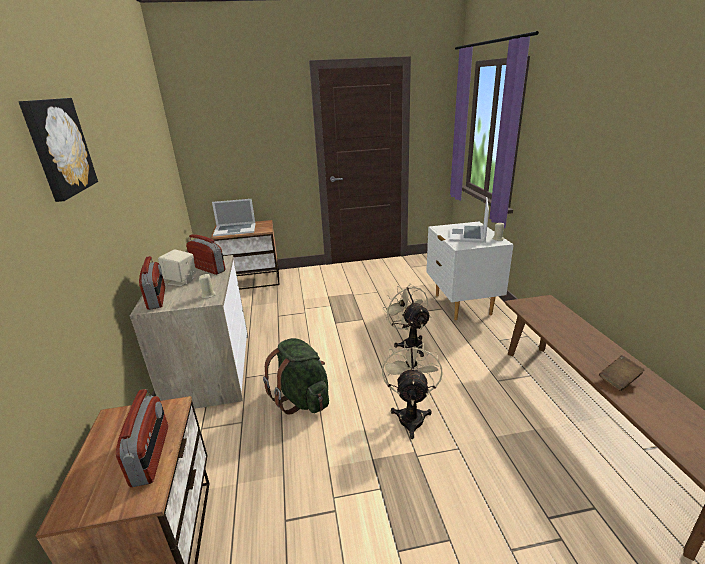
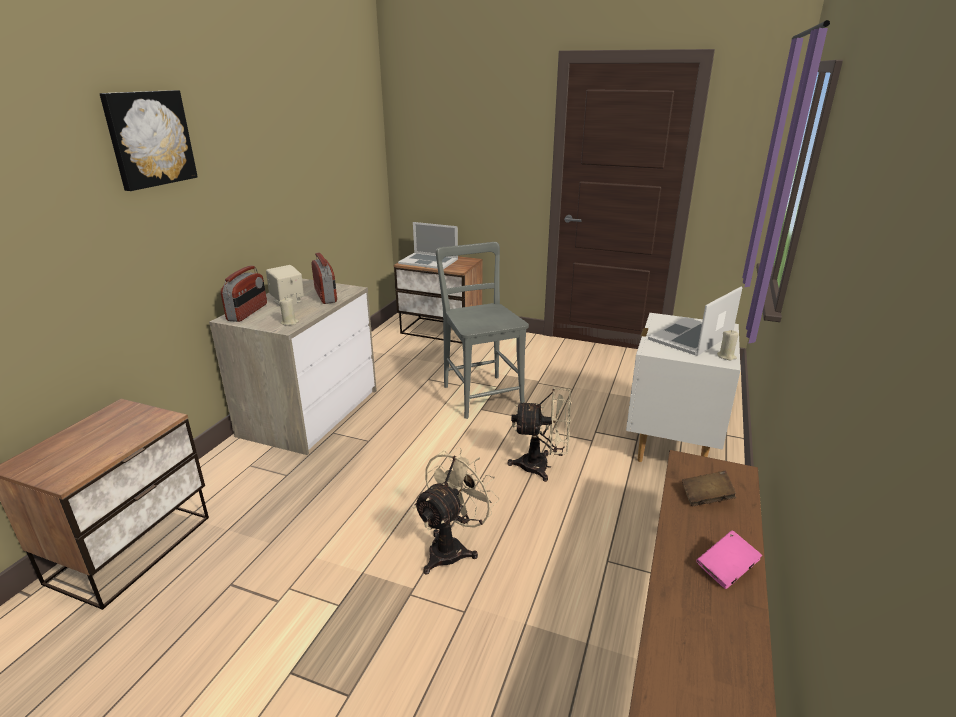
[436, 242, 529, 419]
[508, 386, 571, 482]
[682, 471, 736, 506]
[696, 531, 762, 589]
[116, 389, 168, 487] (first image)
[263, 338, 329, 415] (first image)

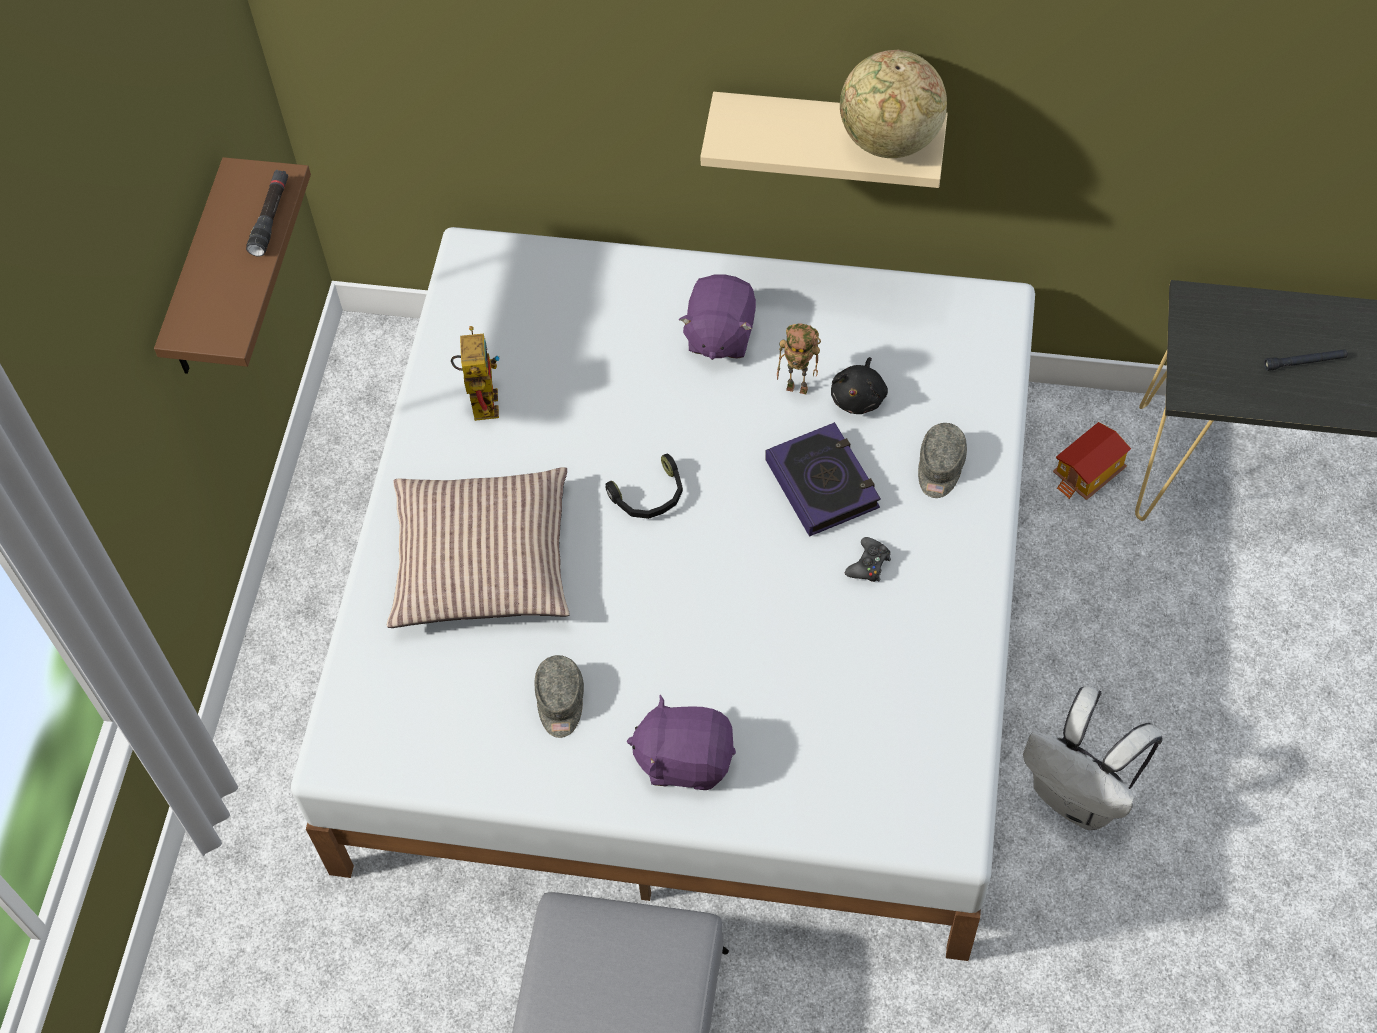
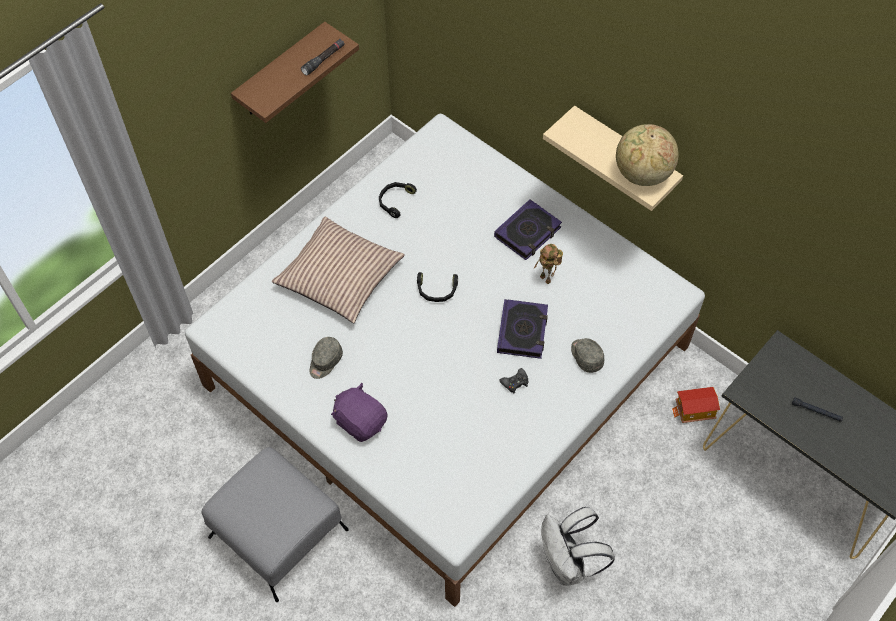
[379, 182, 417, 218]
[494, 199, 562, 260]
[571, 338, 604, 373]
[831, 357, 888, 414] (first image)

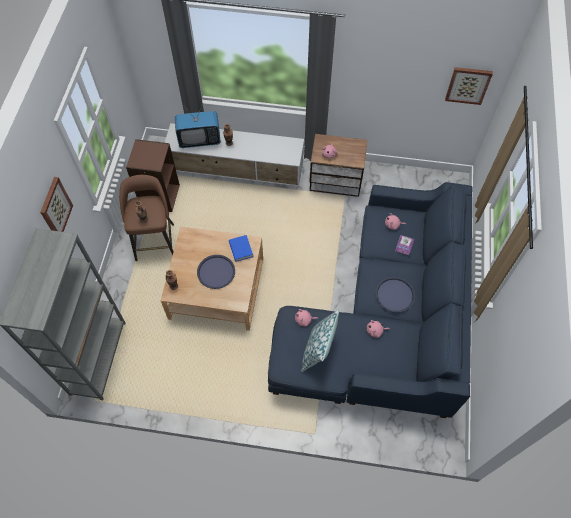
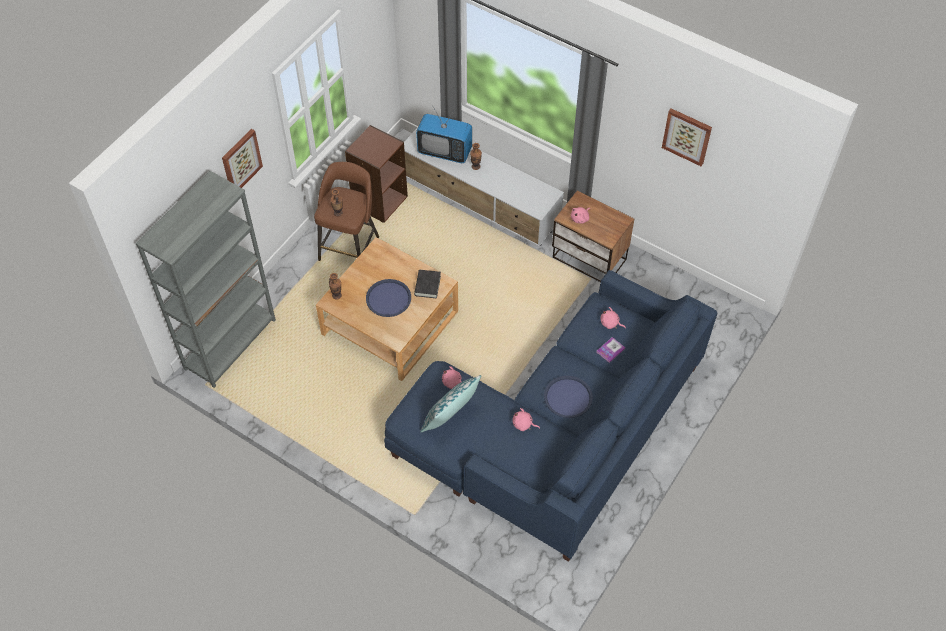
[414, 270, 441, 299]
[662, 108, 712, 166]

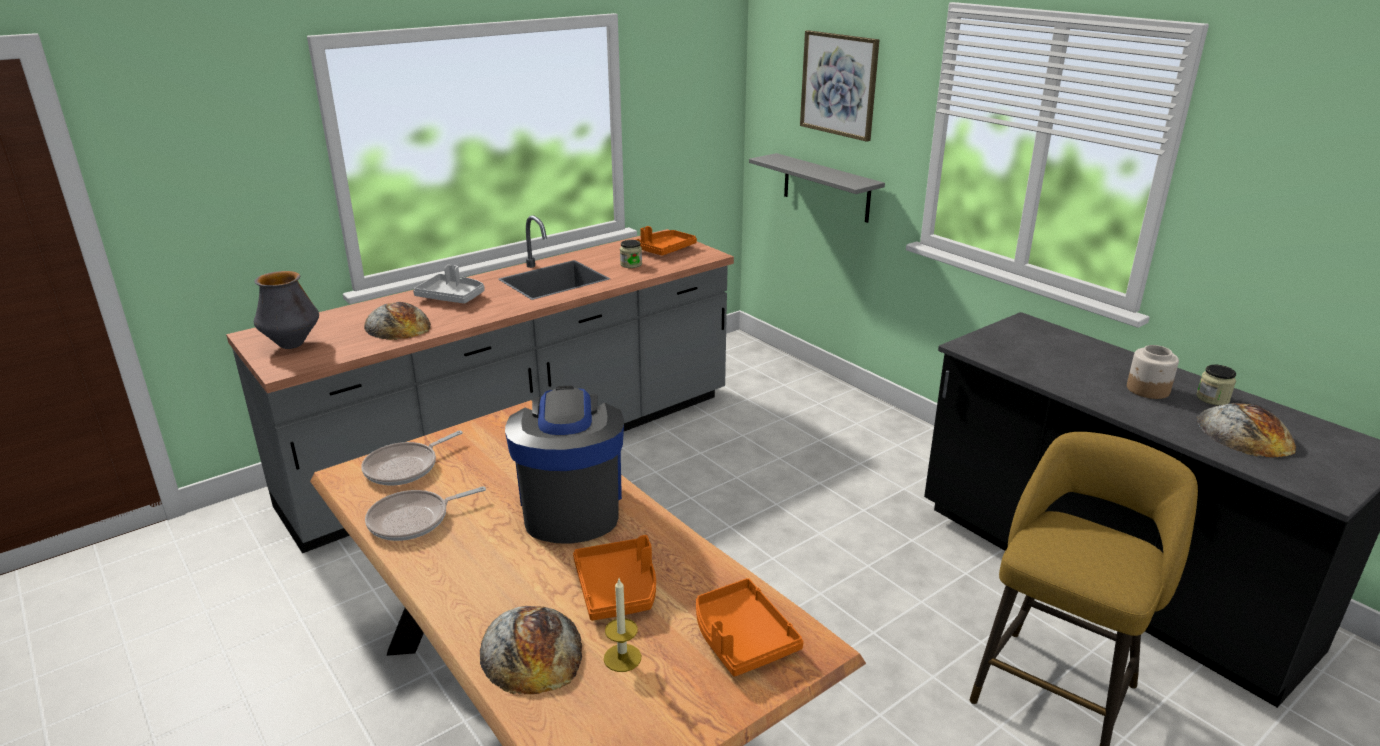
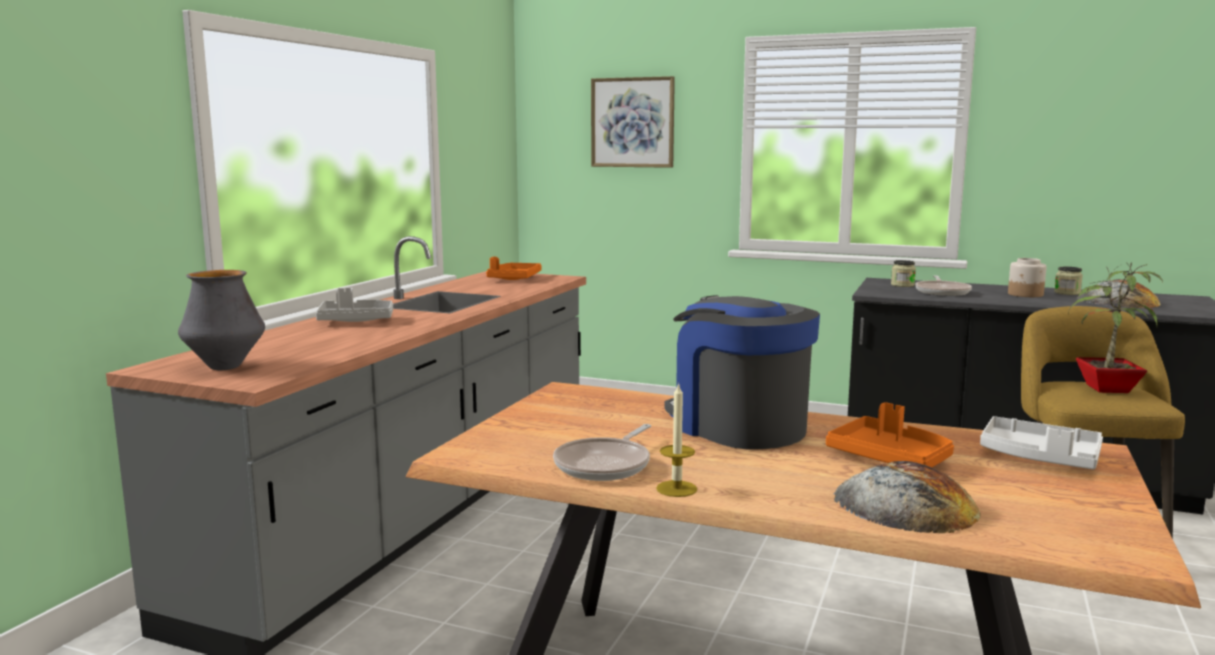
[656, 382, 697, 497]
[891, 260, 916, 287]
[915, 276, 972, 296]
[980, 416, 1103, 469]
[1068, 262, 1163, 393]
[364, 302, 431, 340] (first image)
[749, 153, 885, 223] (first image)

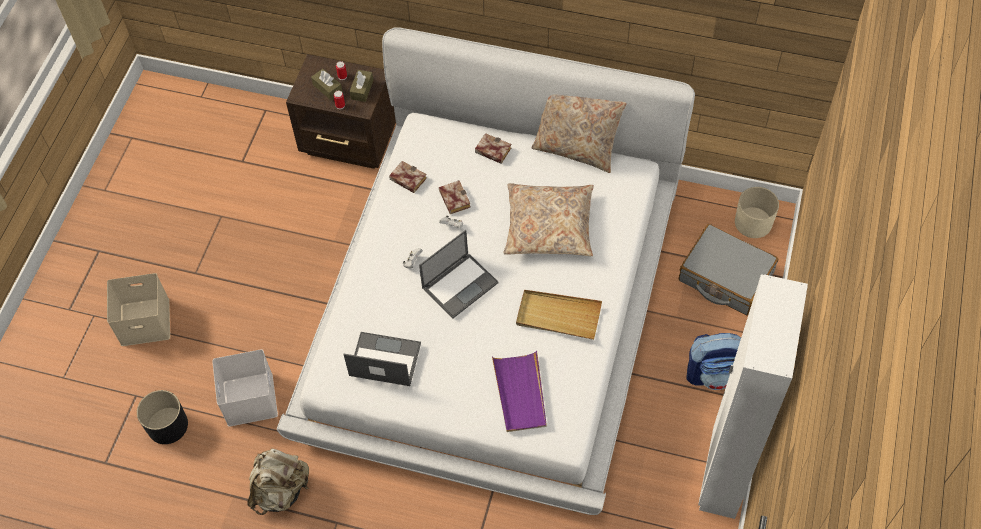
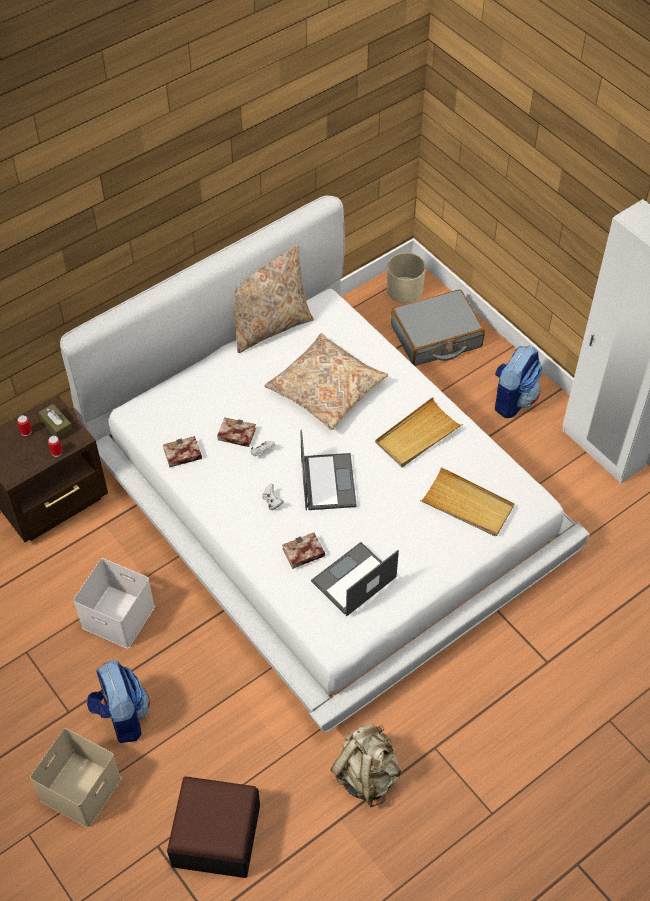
[73, 558, 155, 649]
[87, 660, 150, 743]
[167, 776, 260, 878]
[282, 533, 325, 569]
[420, 467, 514, 536]
[311, 69, 343, 100] (first image)

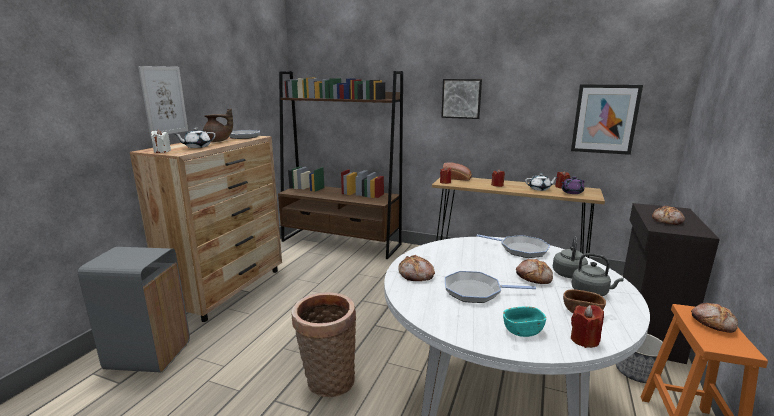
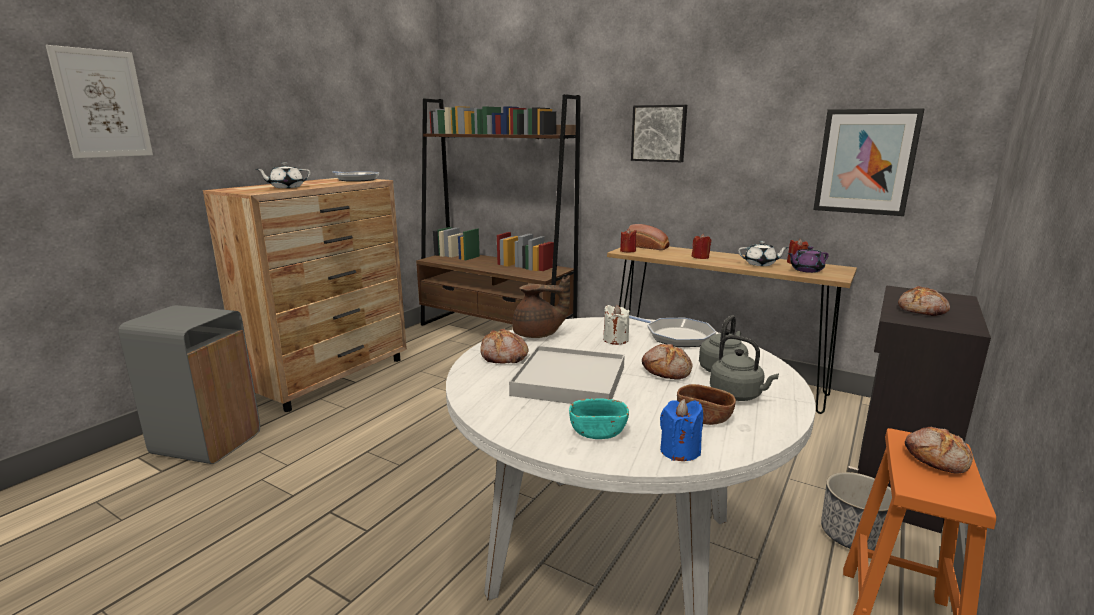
[46, 45, 153, 159]
[509, 346, 625, 404]
[512, 275, 570, 338]
[603, 305, 630, 345]
[660, 399, 703, 461]
[291, 292, 356, 397] (first image)

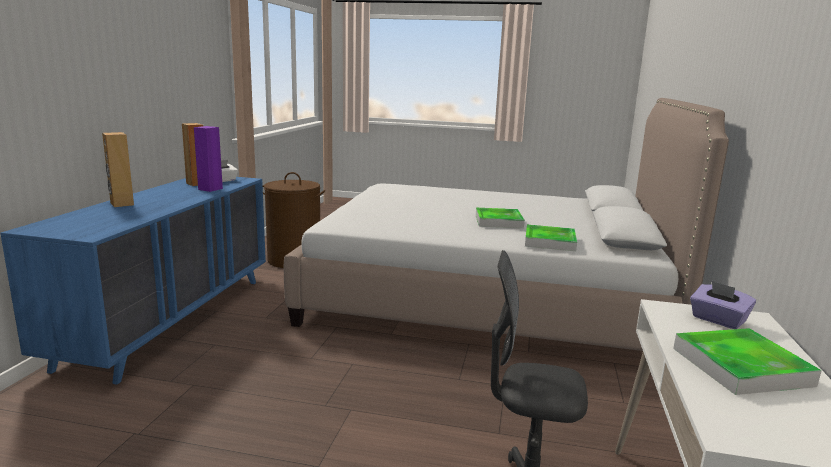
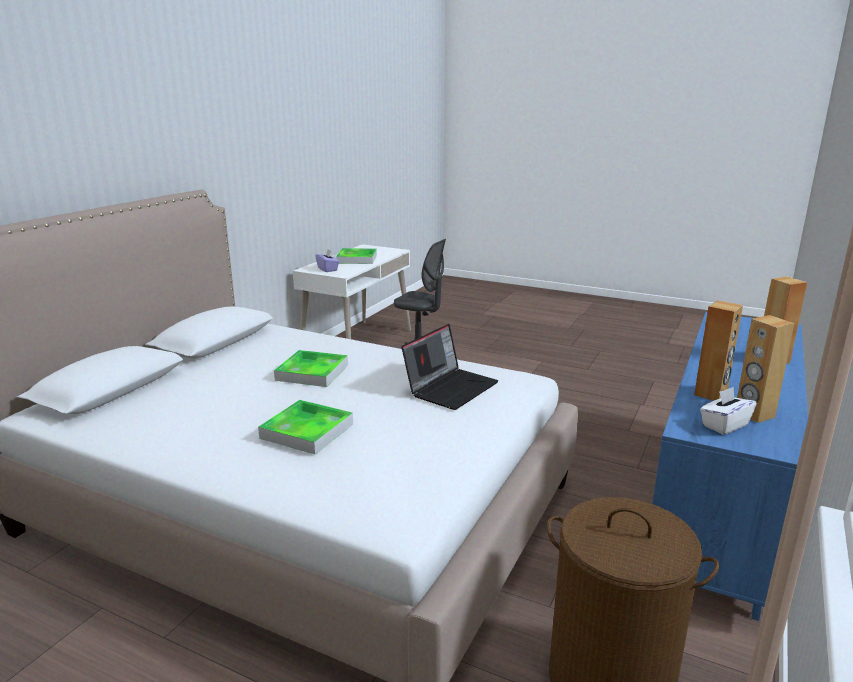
[258, 400, 353, 454]
[401, 324, 498, 410]
[694, 300, 743, 401]

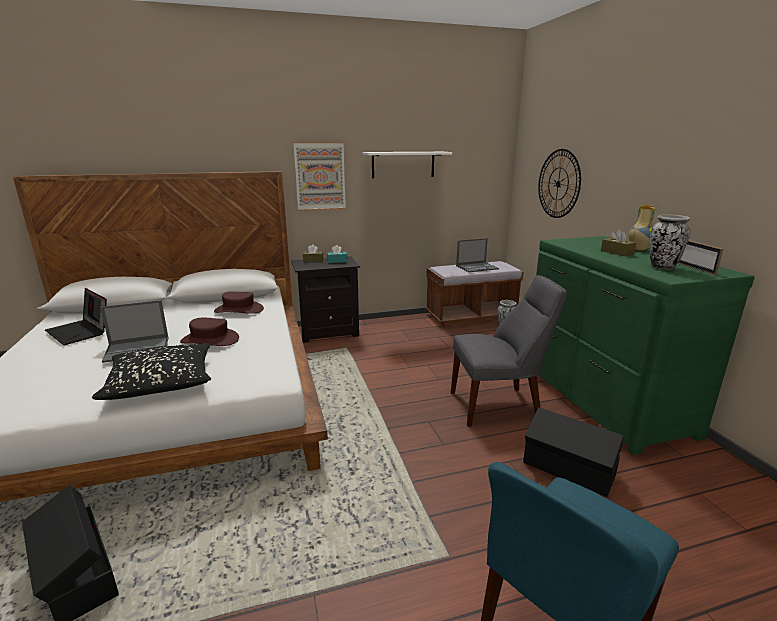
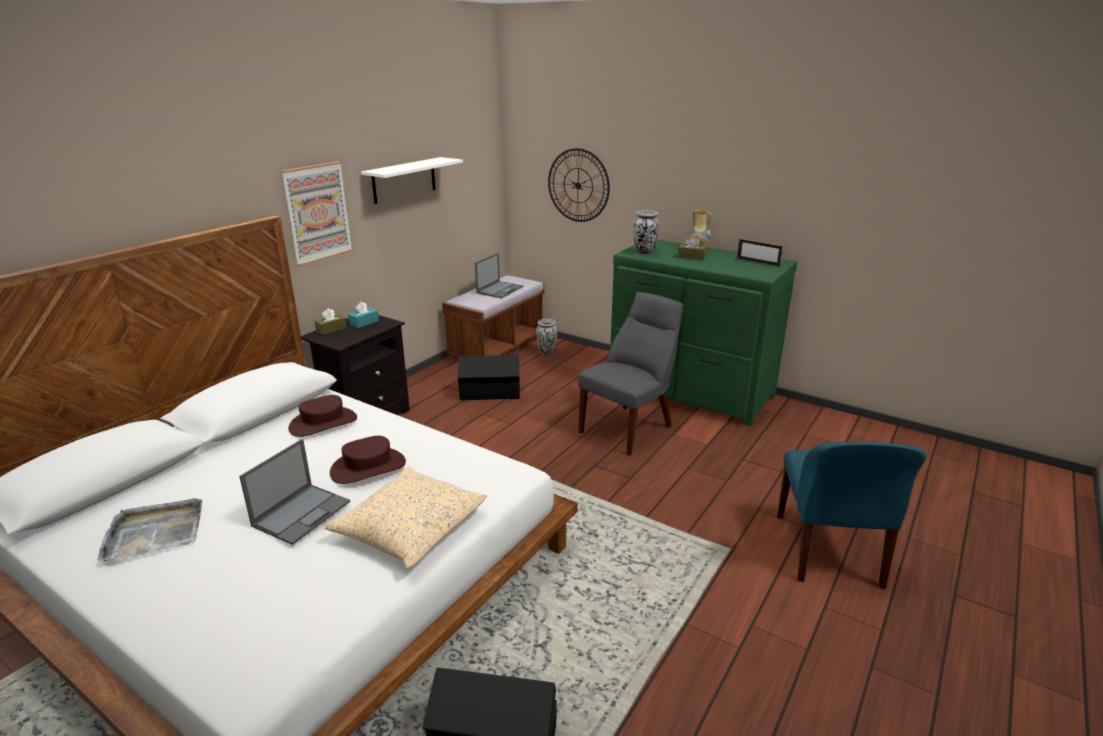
[98, 498, 202, 561]
[324, 467, 487, 568]
[458, 355, 520, 400]
[633, 210, 660, 254]

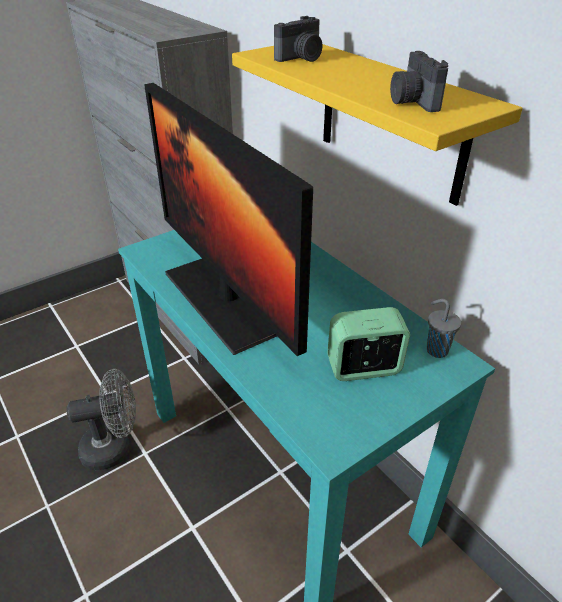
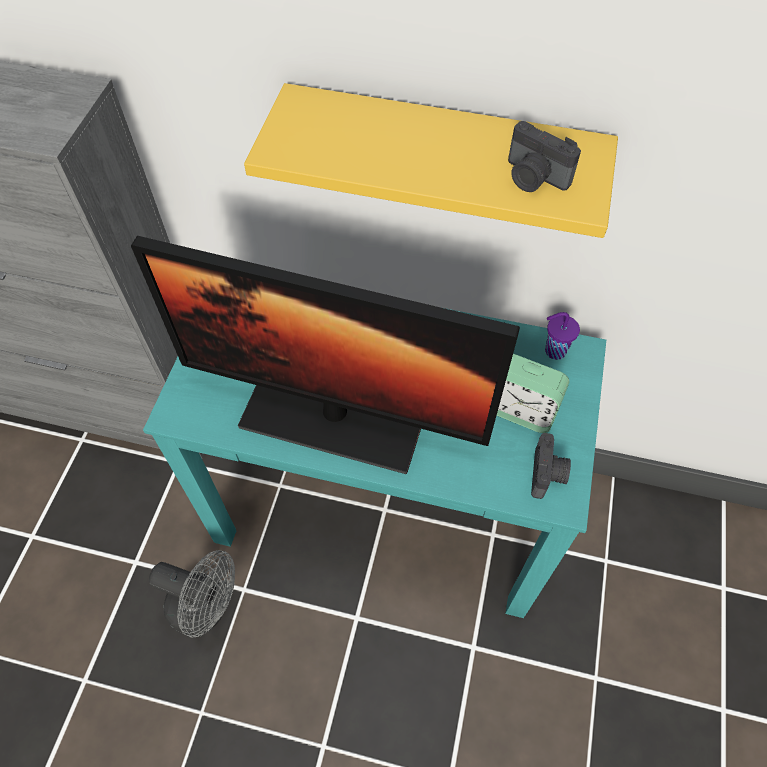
[149, 550, 235, 638]
[497, 354, 569, 433]
[531, 433, 571, 499]
[545, 312, 580, 360]

